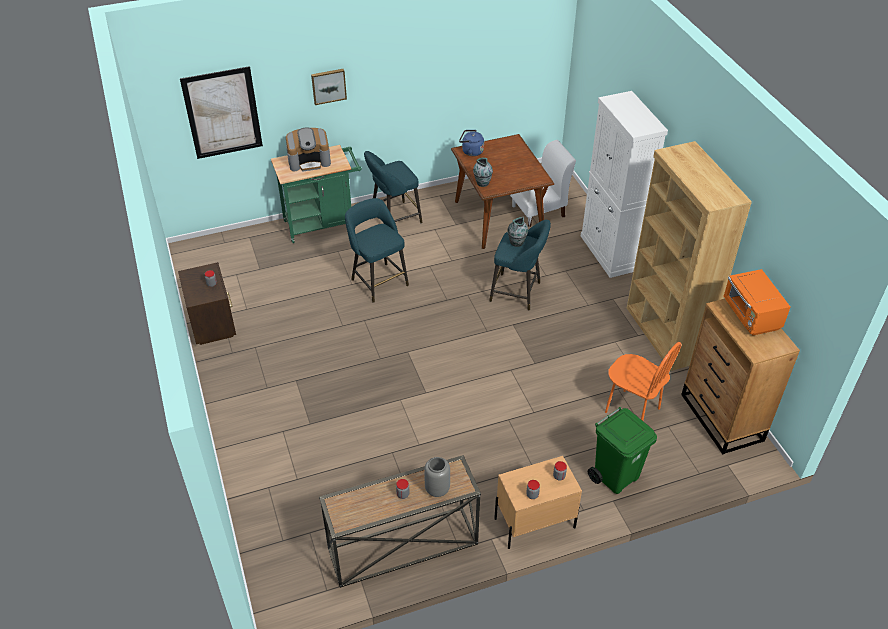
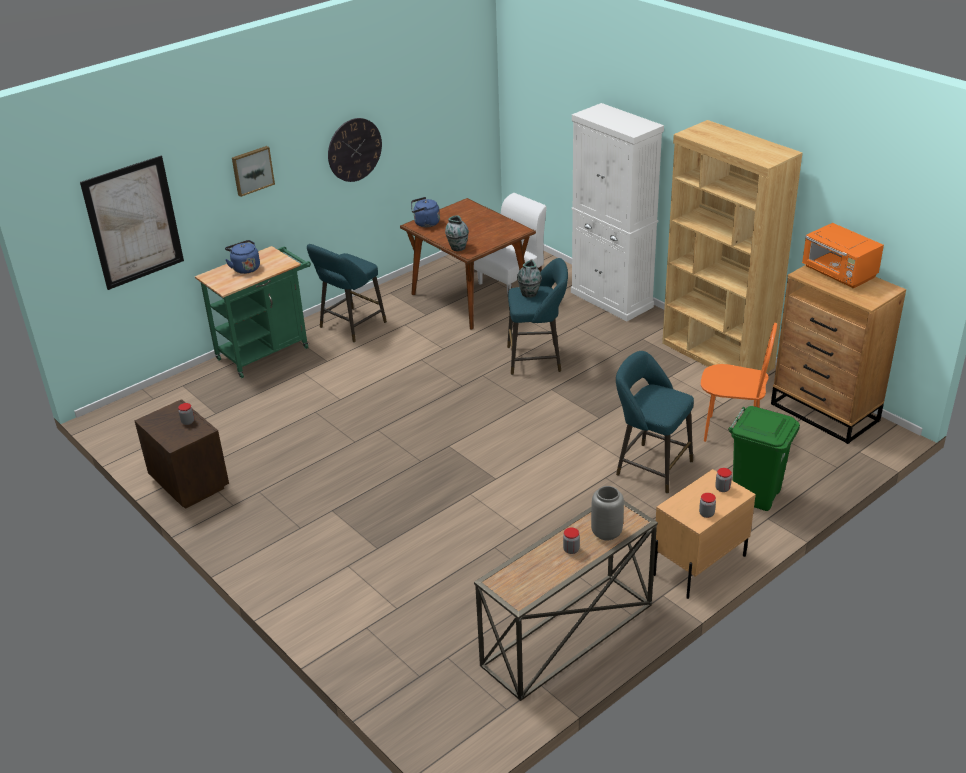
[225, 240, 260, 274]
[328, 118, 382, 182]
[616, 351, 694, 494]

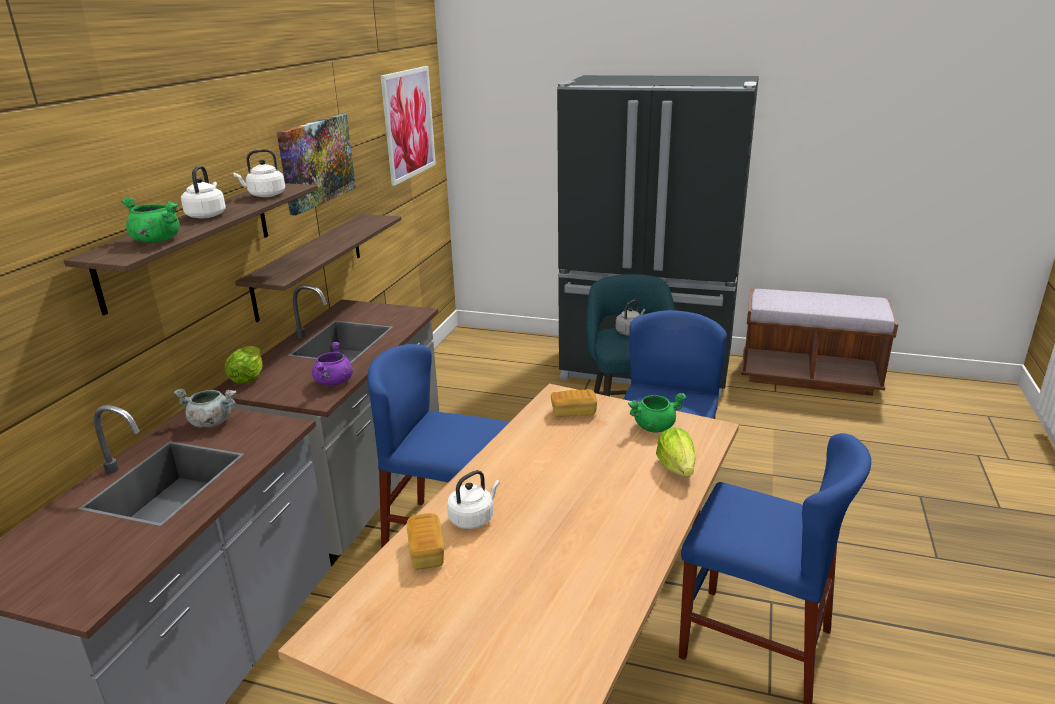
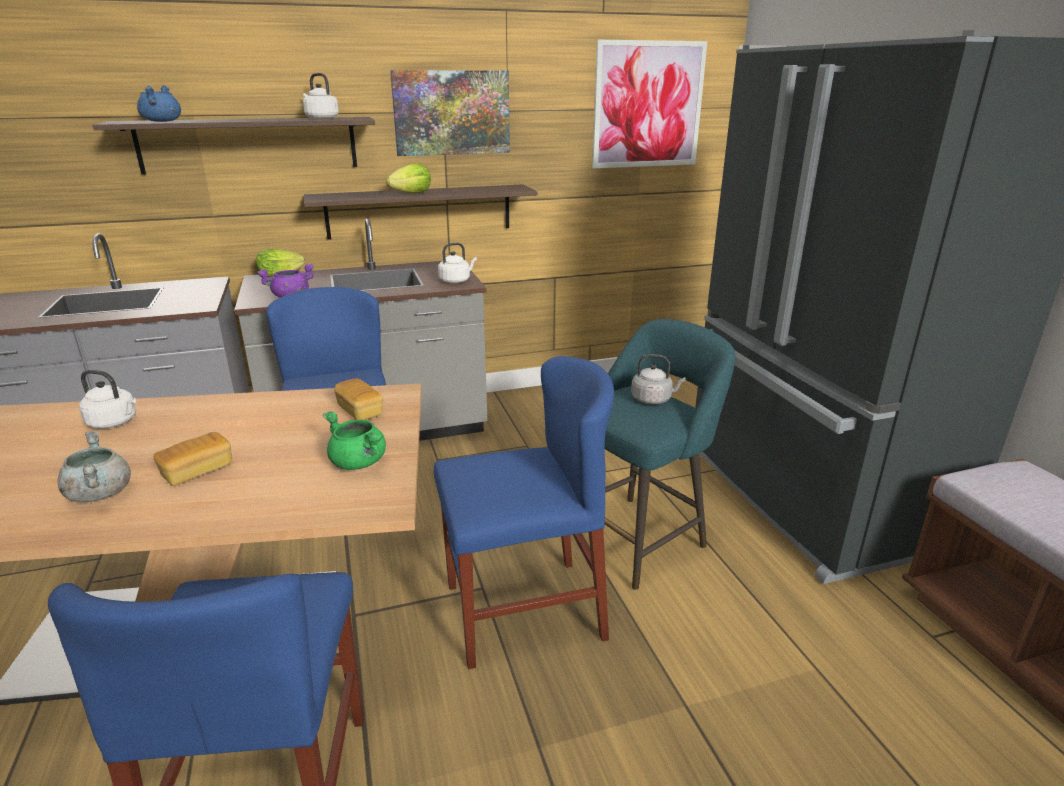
[57, 431, 131, 502]
[137, 85, 181, 122]
[154, 432, 232, 486]
[386, 163, 431, 193]
[438, 243, 477, 284]

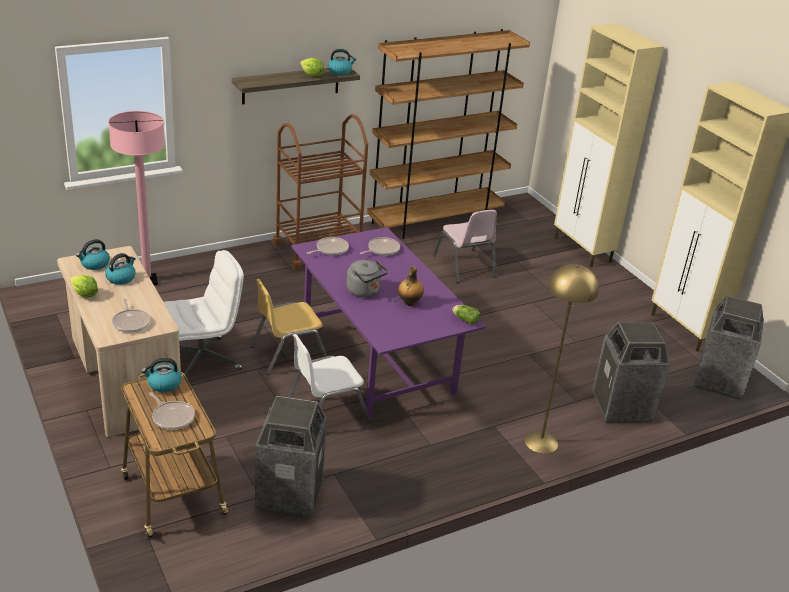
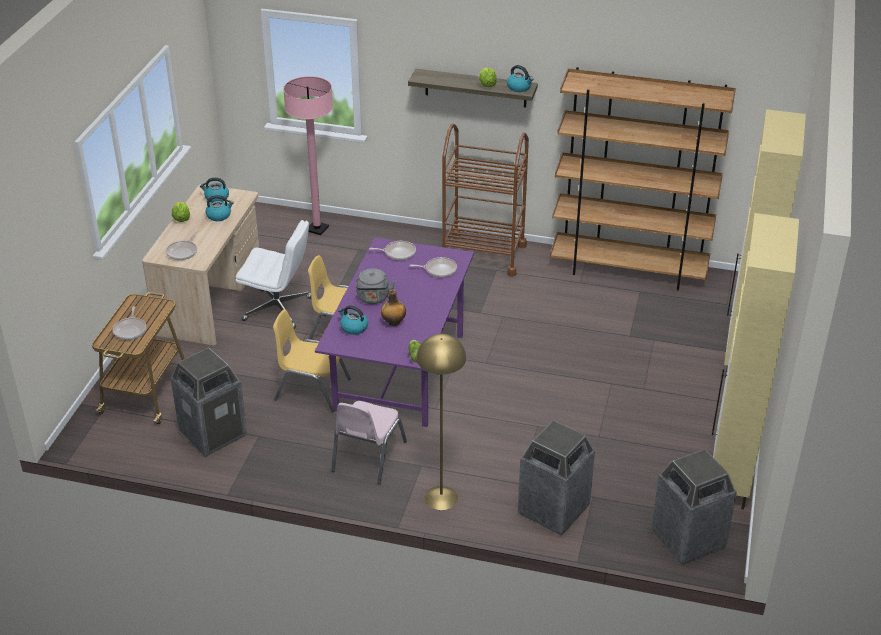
[273, 310, 351, 412]
[331, 401, 407, 485]
[338, 305, 368, 335]

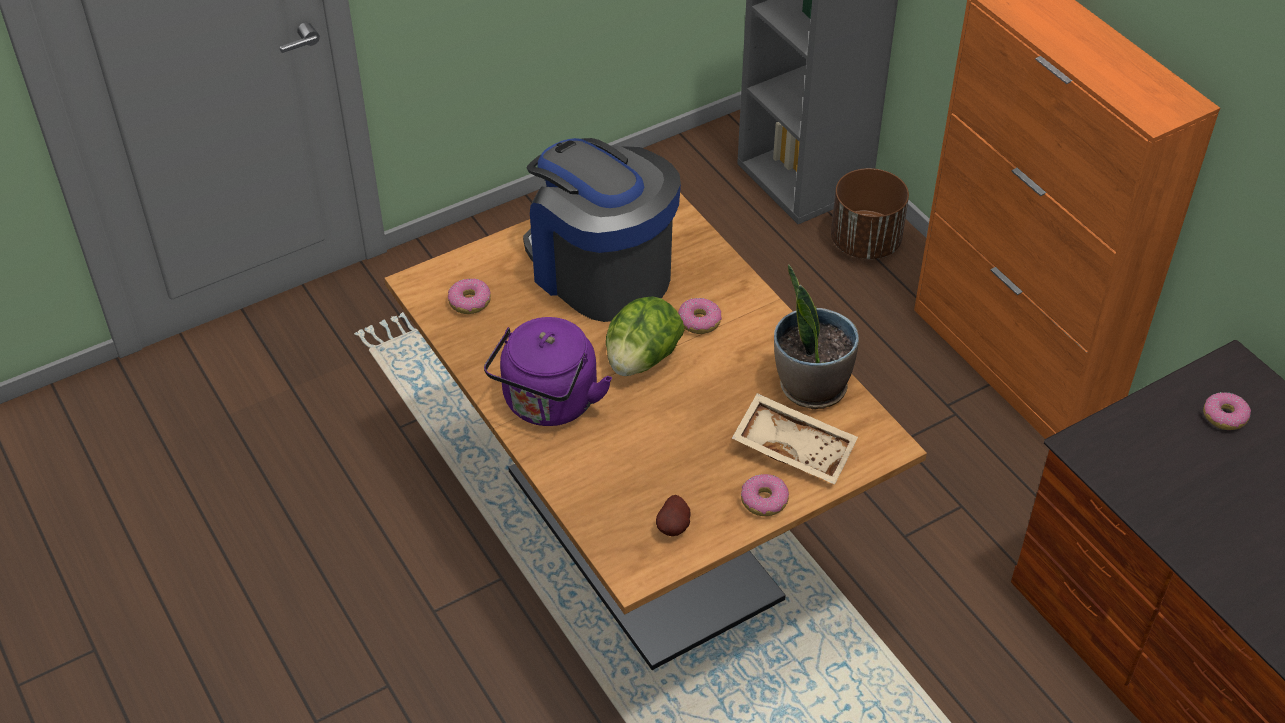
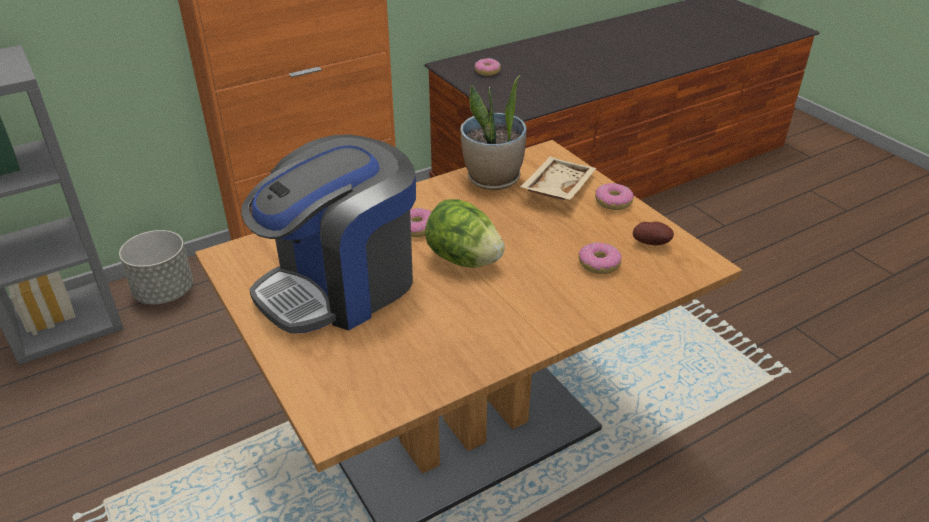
[119, 230, 193, 304]
[578, 242, 622, 274]
[484, 317, 612, 426] (first image)

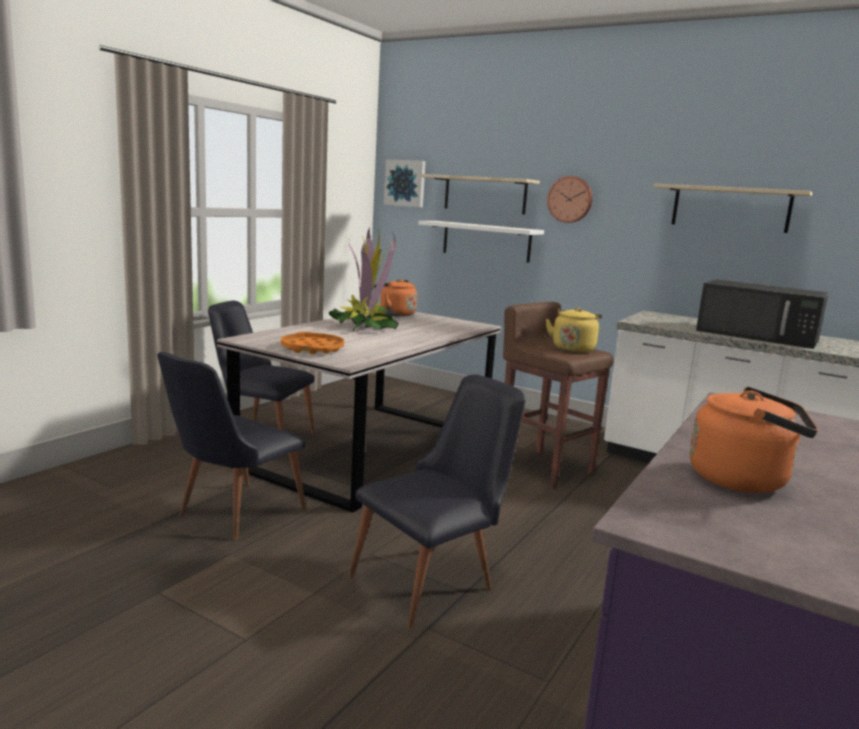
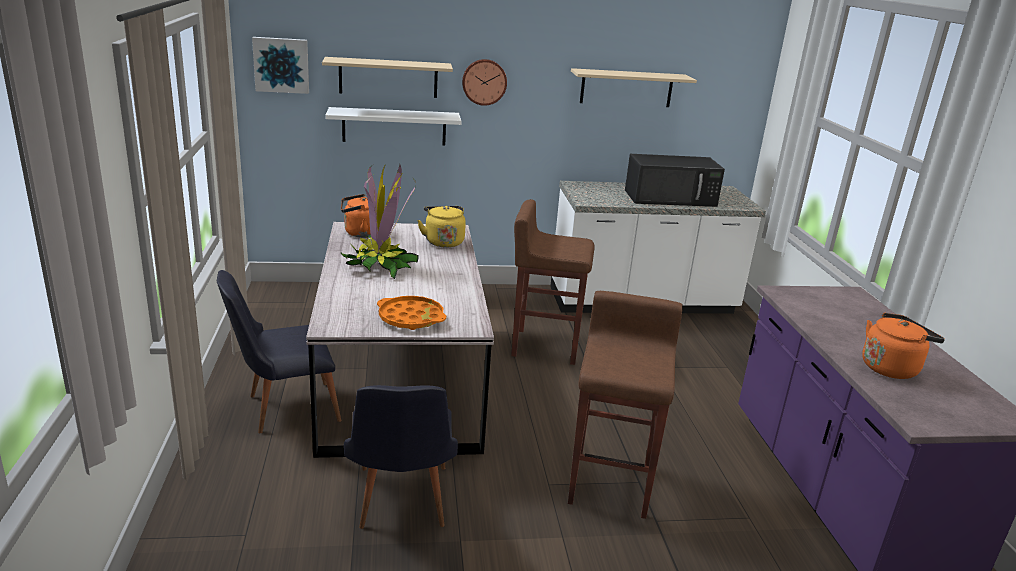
[417, 206, 466, 247]
[568, 291, 683, 519]

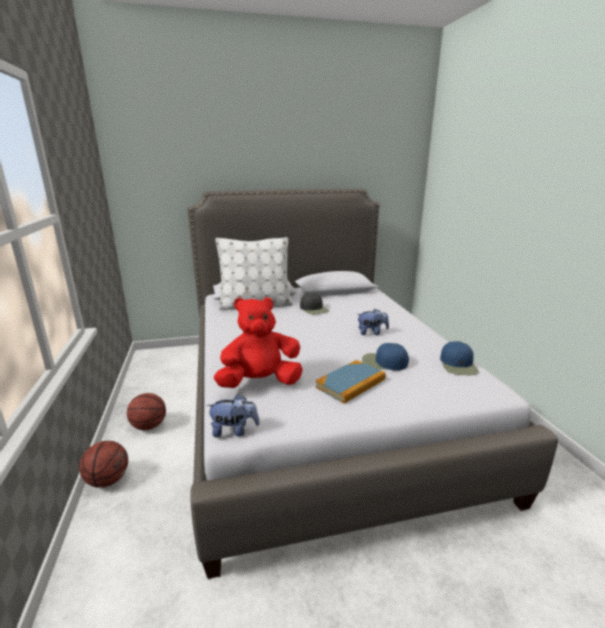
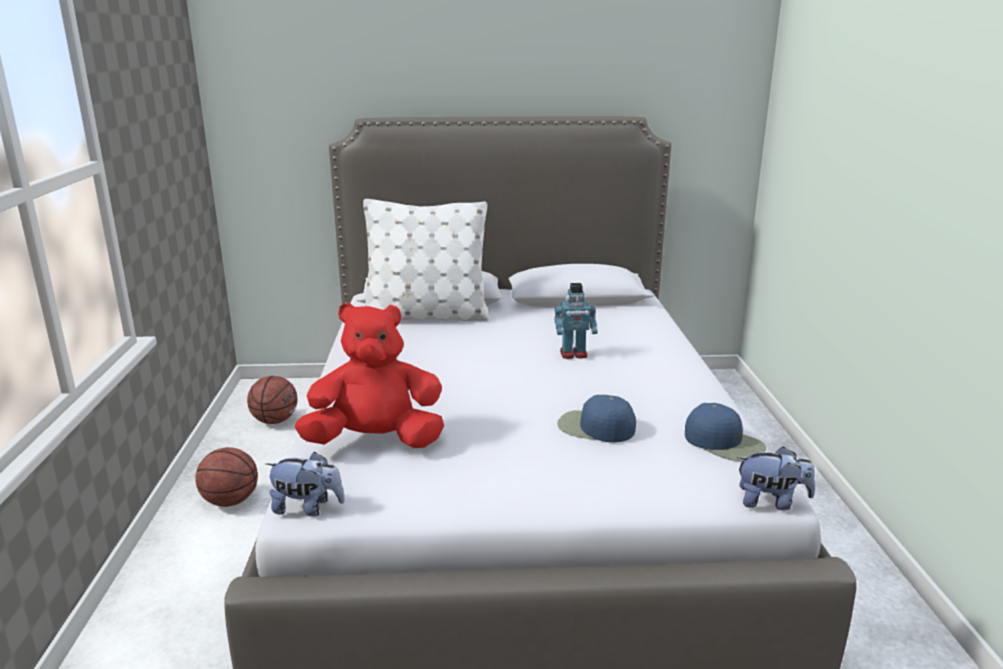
[247, 376, 298, 424]
[555, 283, 598, 359]
[685, 403, 766, 461]
[737, 446, 815, 510]
[300, 293, 329, 314] (first image)
[315, 360, 386, 404] (first image)

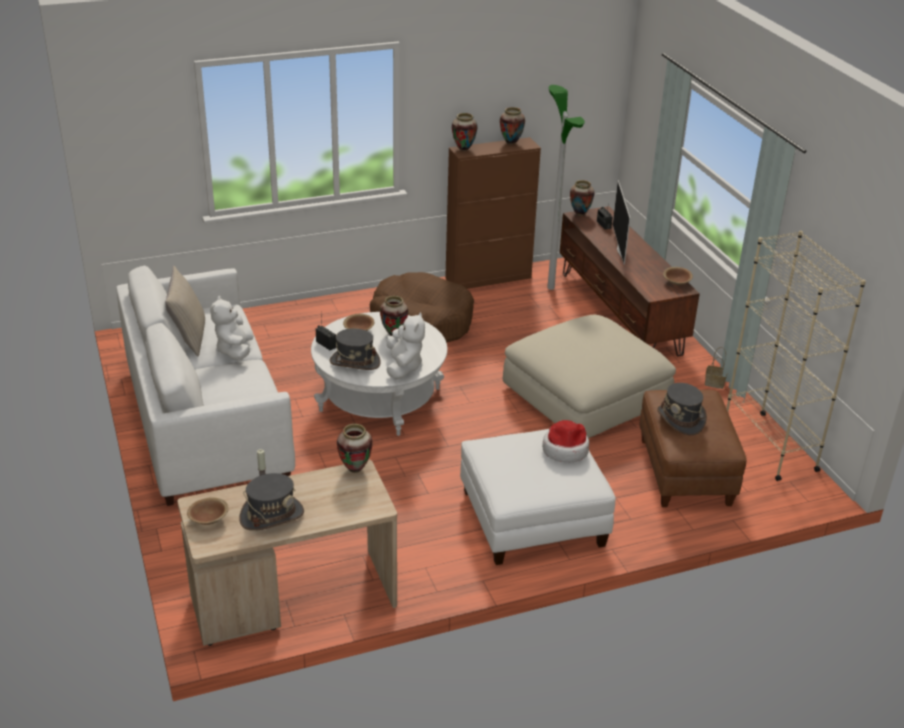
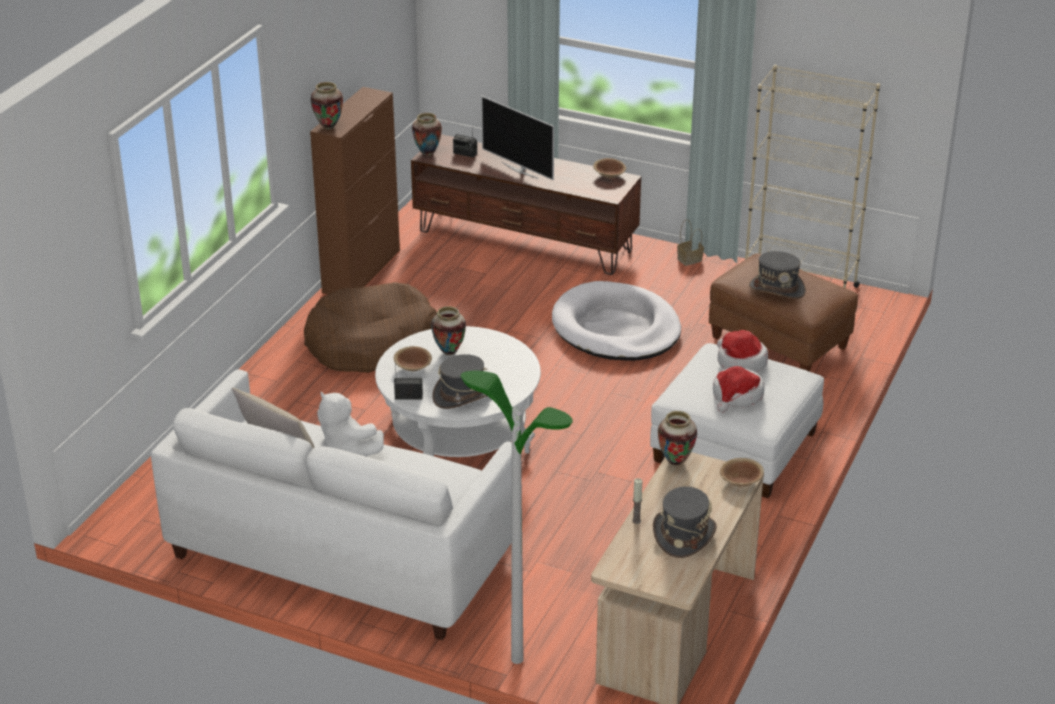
[461, 371, 573, 664]
[552, 281, 681, 361]
[713, 366, 765, 412]
[720, 458, 764, 487]
[386, 312, 425, 379] (first image)
[500, 107, 525, 145] (first image)

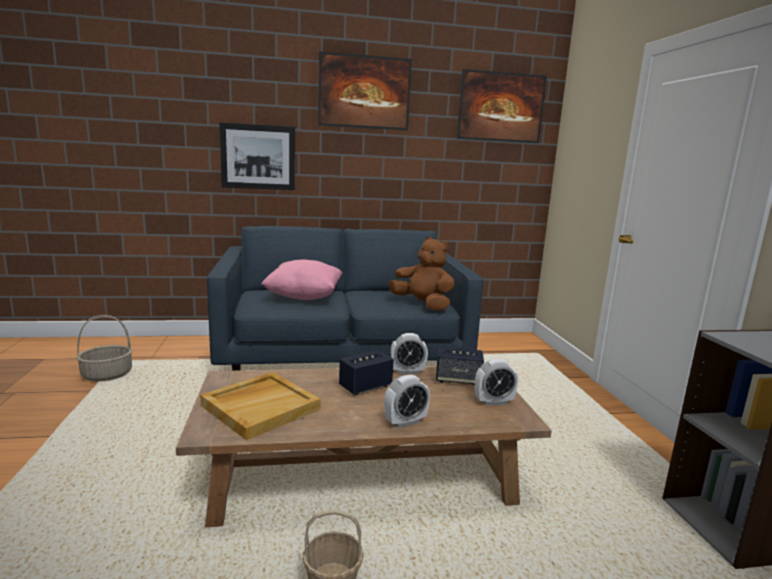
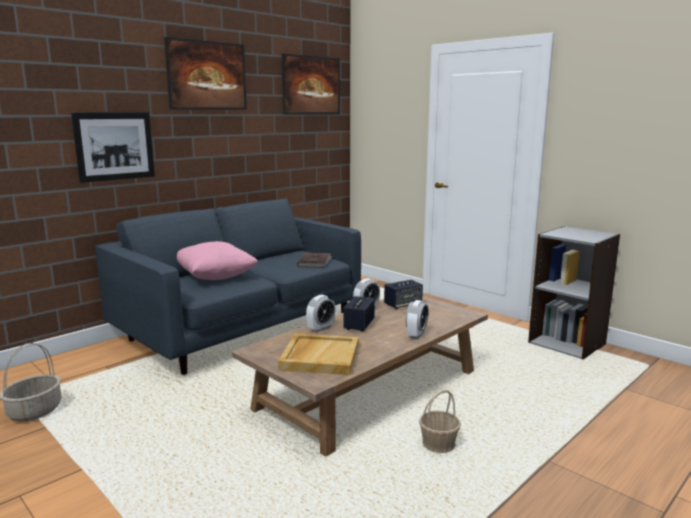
[297, 253, 332, 268]
[306, 295, 335, 332]

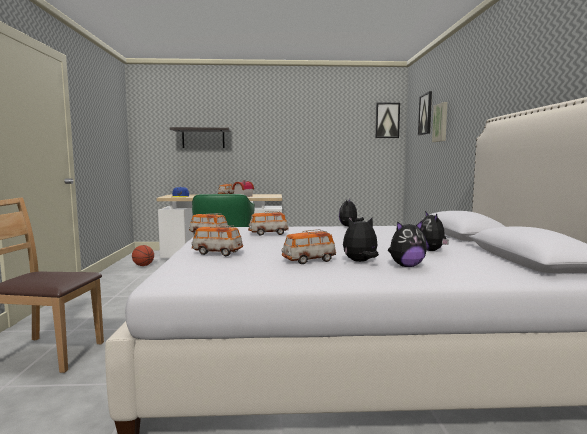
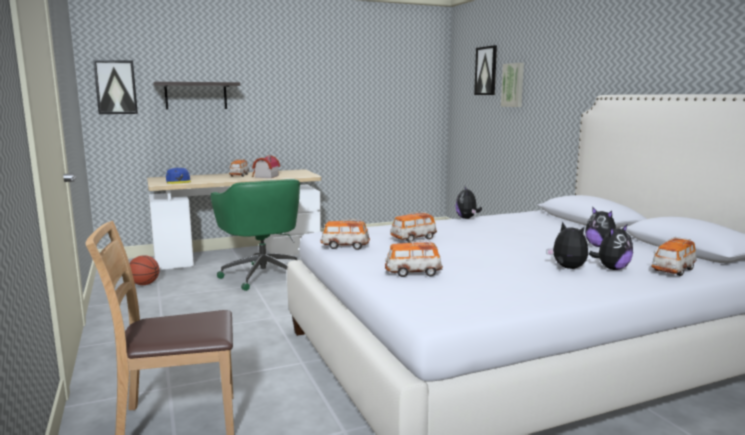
[93, 60, 138, 114]
[547, 222, 588, 269]
[651, 237, 697, 276]

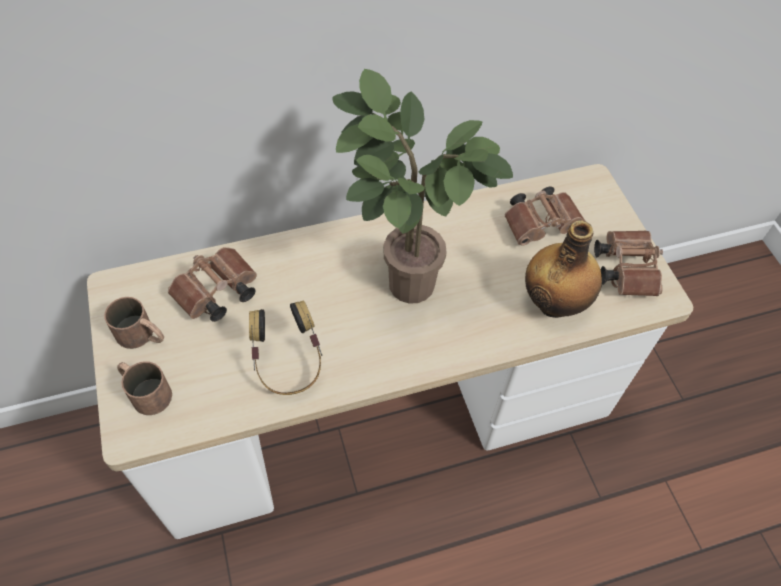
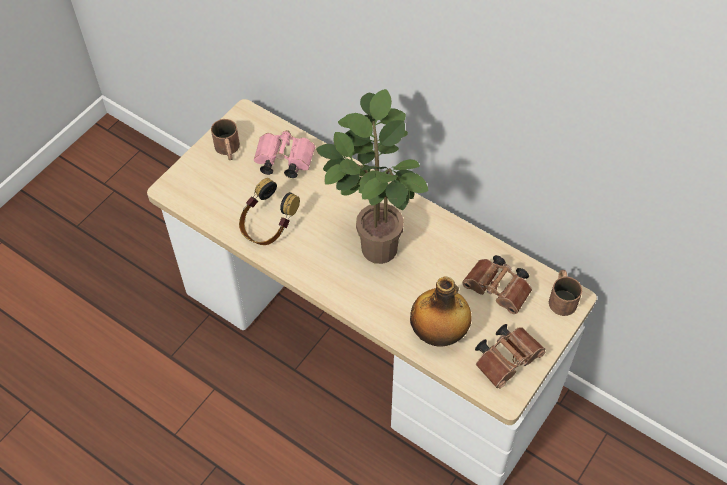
[254, 130, 315, 178]
[549, 270, 582, 316]

